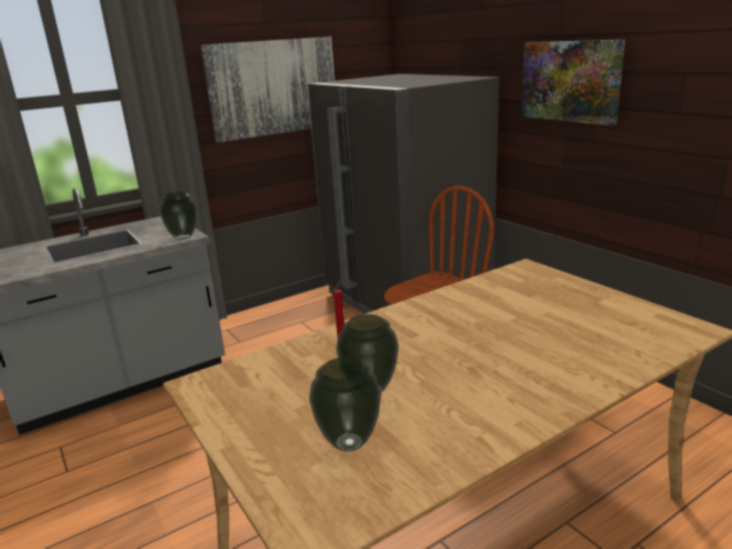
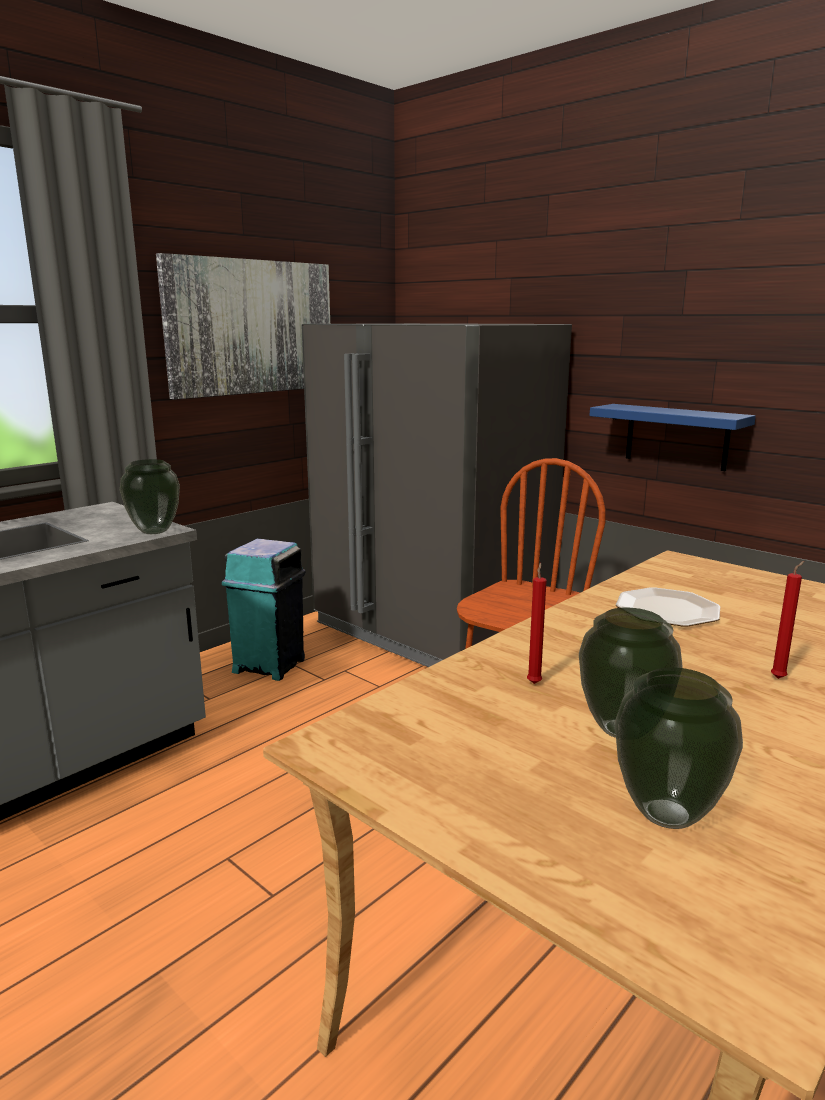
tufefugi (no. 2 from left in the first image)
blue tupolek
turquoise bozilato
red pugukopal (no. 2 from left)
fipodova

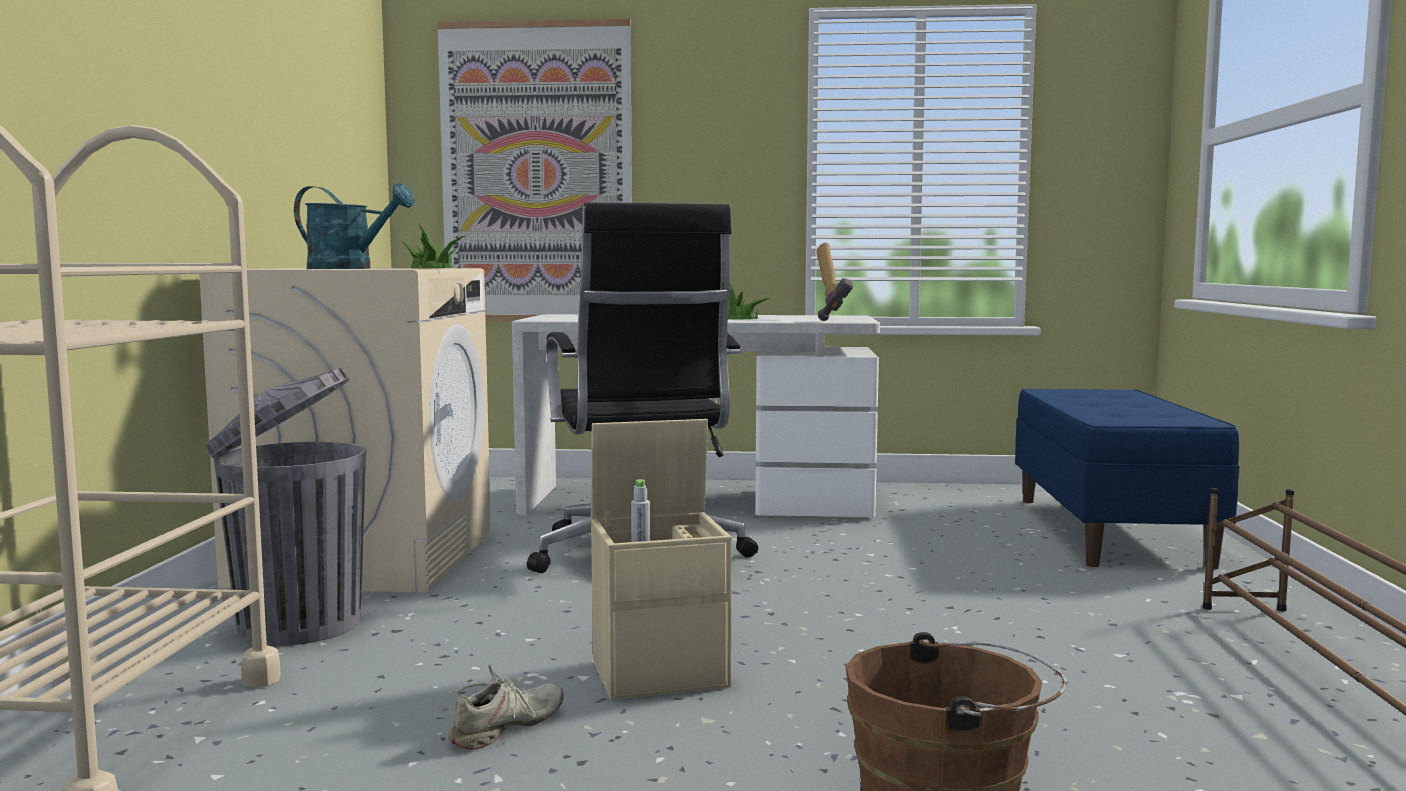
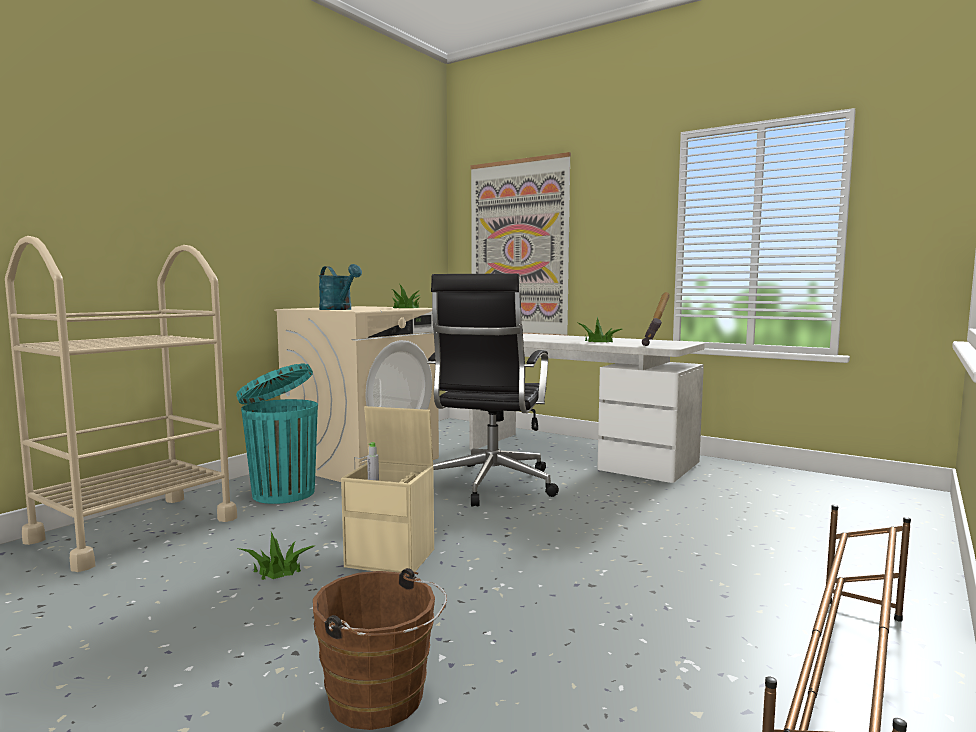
turquoise bozilato
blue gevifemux
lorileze (no. 1 from left)

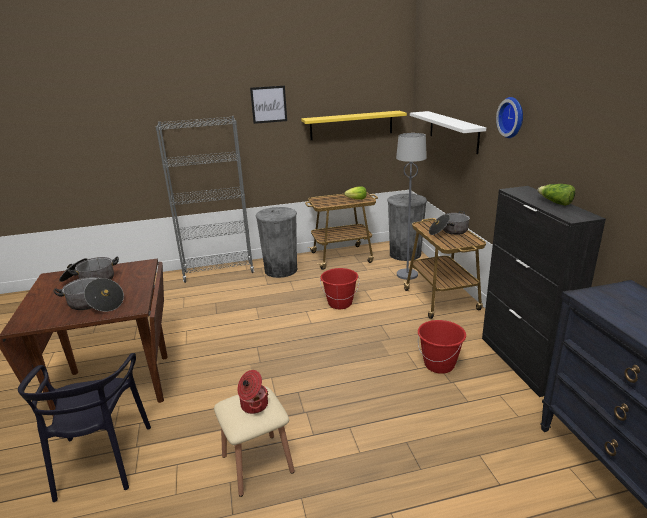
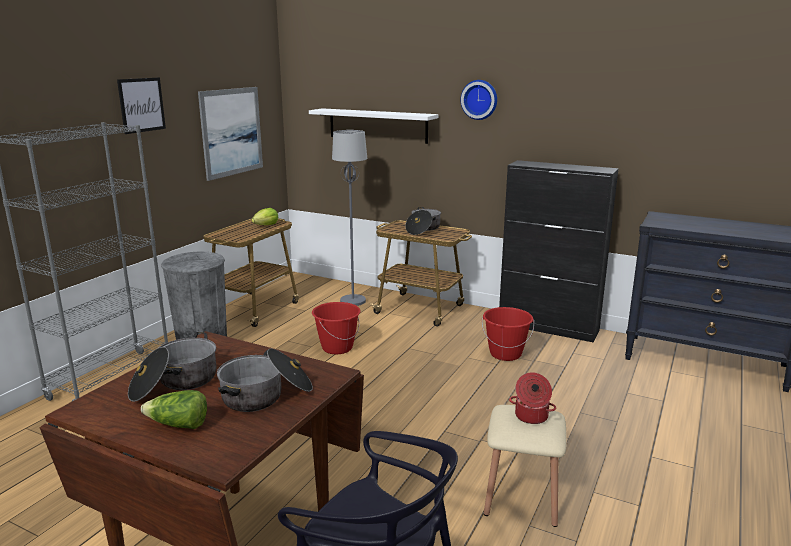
tufefugi (no. 2 from left)
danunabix (no. 1 from left)
grey bozilato (no. 2 from left in the first image)

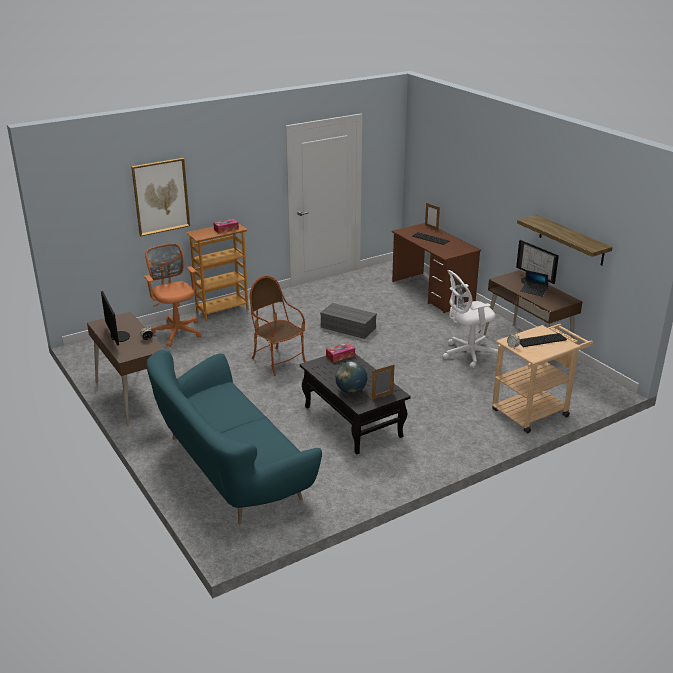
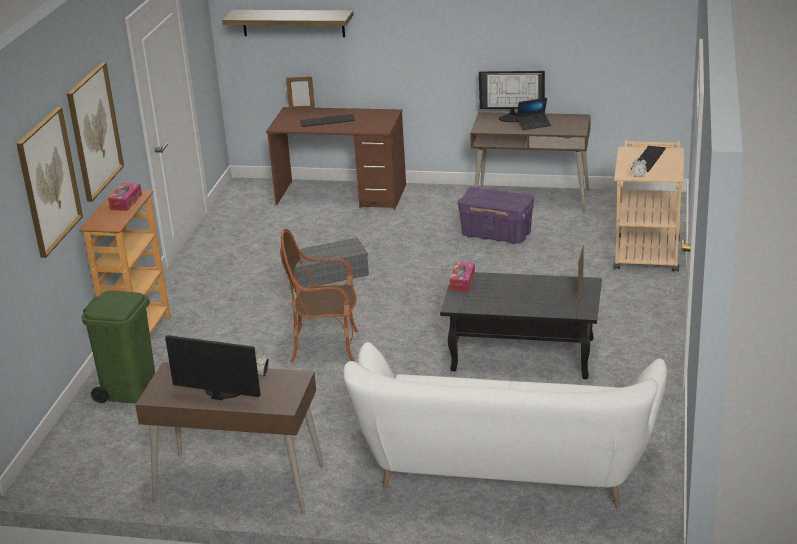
tupolek
green bozilato
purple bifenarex
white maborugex
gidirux
tufefugi (no. 2 from left)

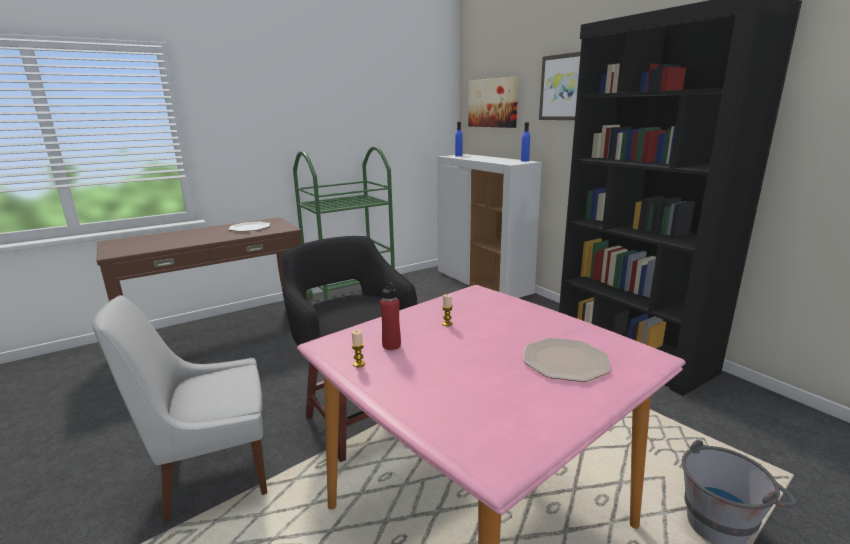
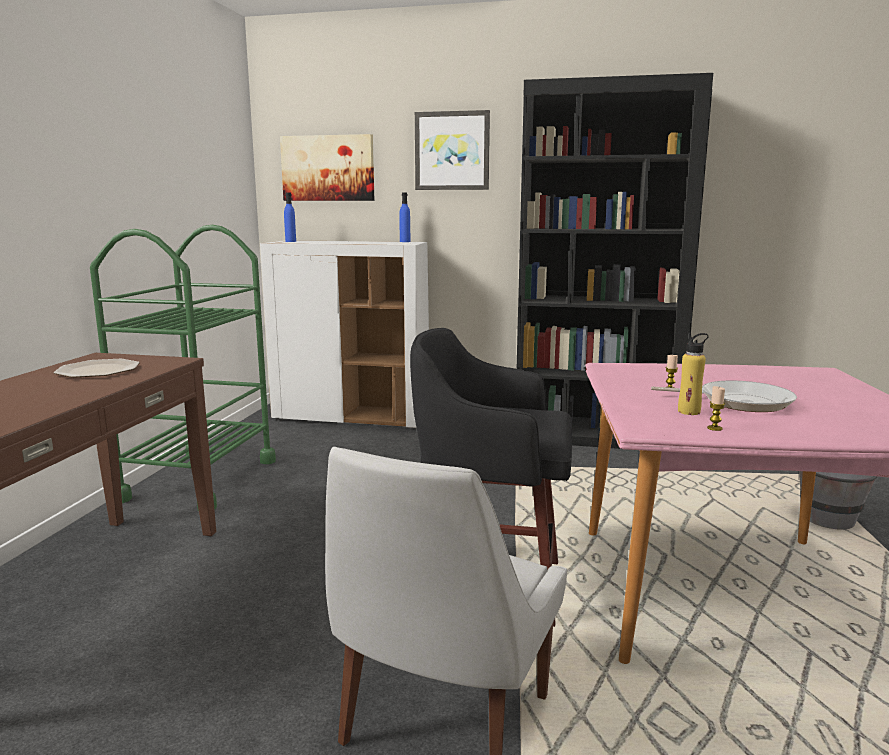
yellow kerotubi
fipodova (no. 2 from left in the first image)
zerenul

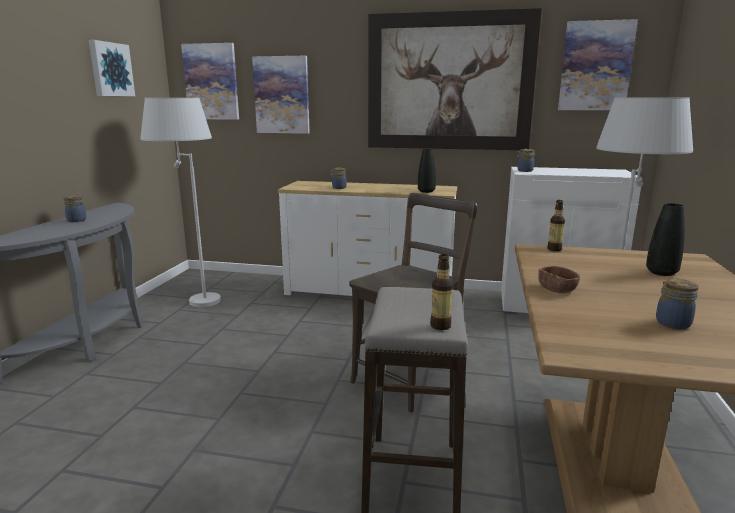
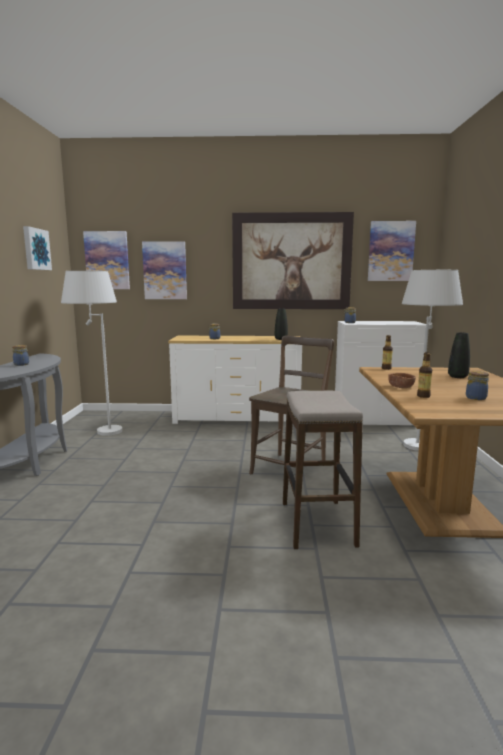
kerotubi (no. 2 from left)

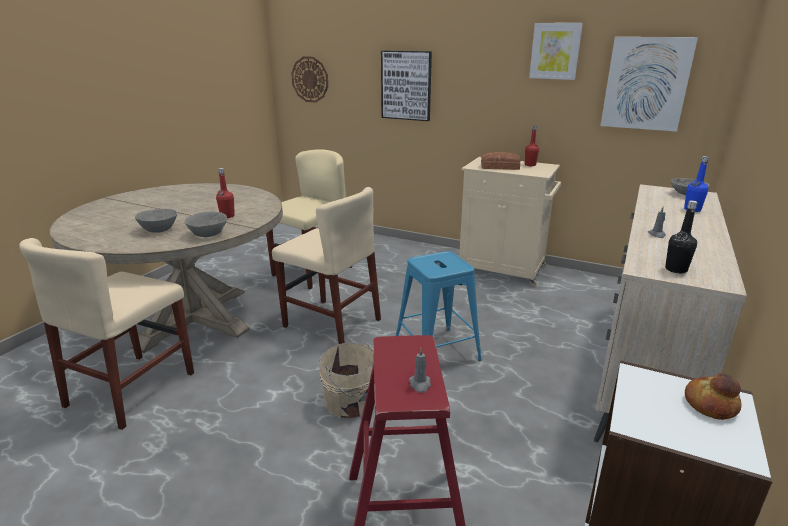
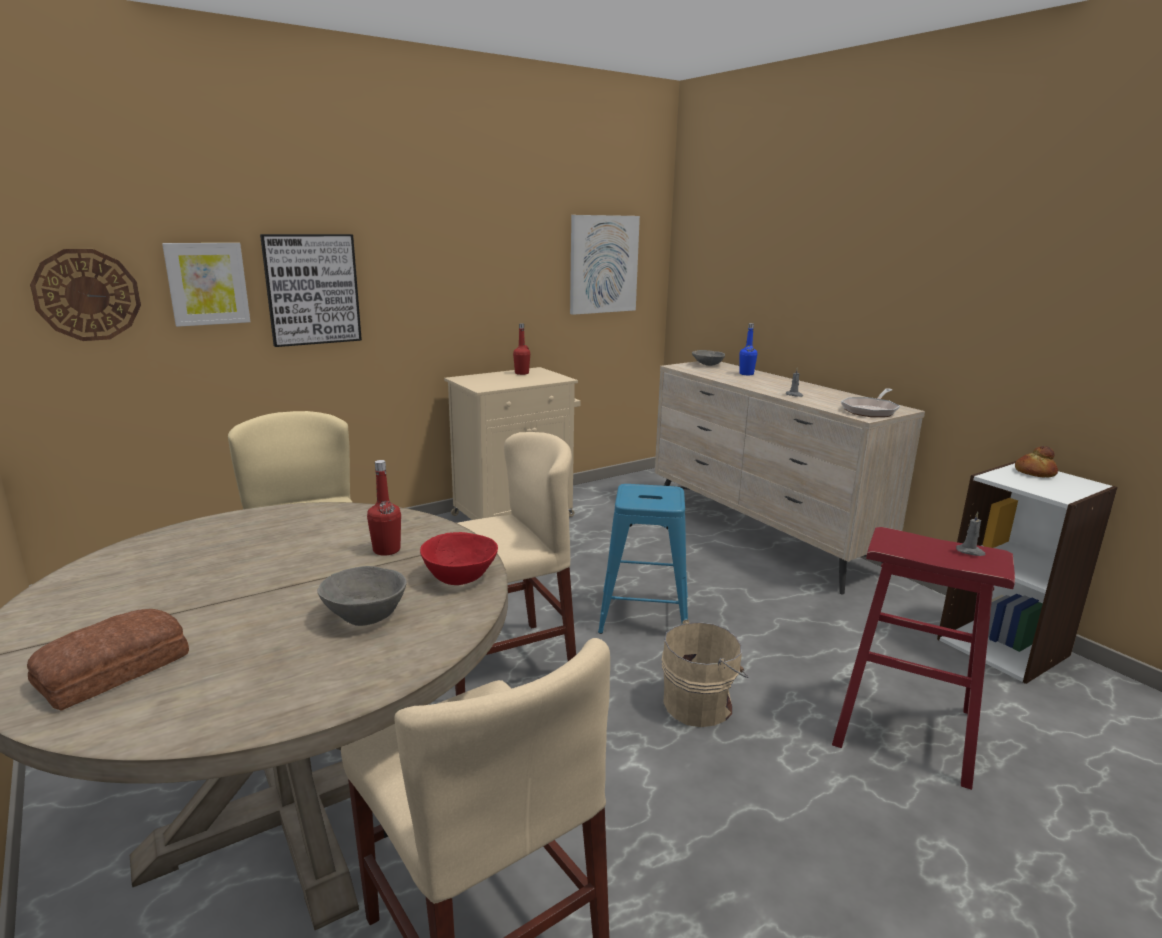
tufefugi (no. 1 from left)
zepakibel (no. 1 from left)
zerenul
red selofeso

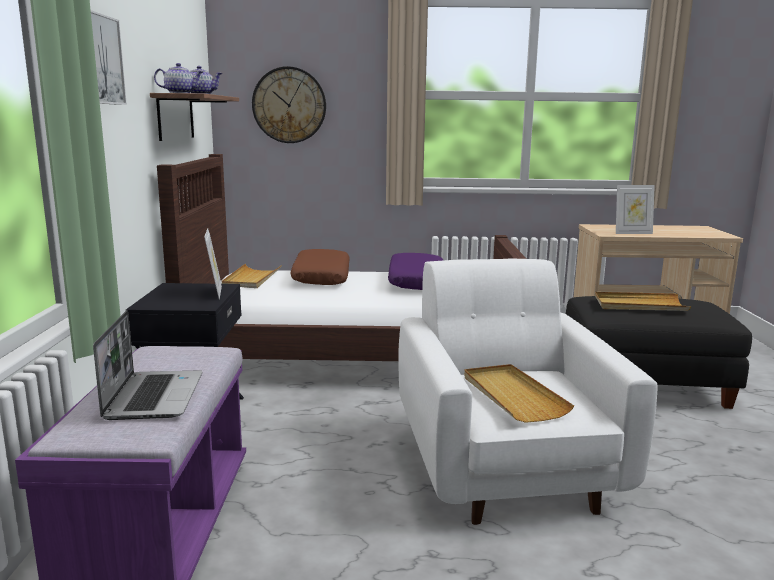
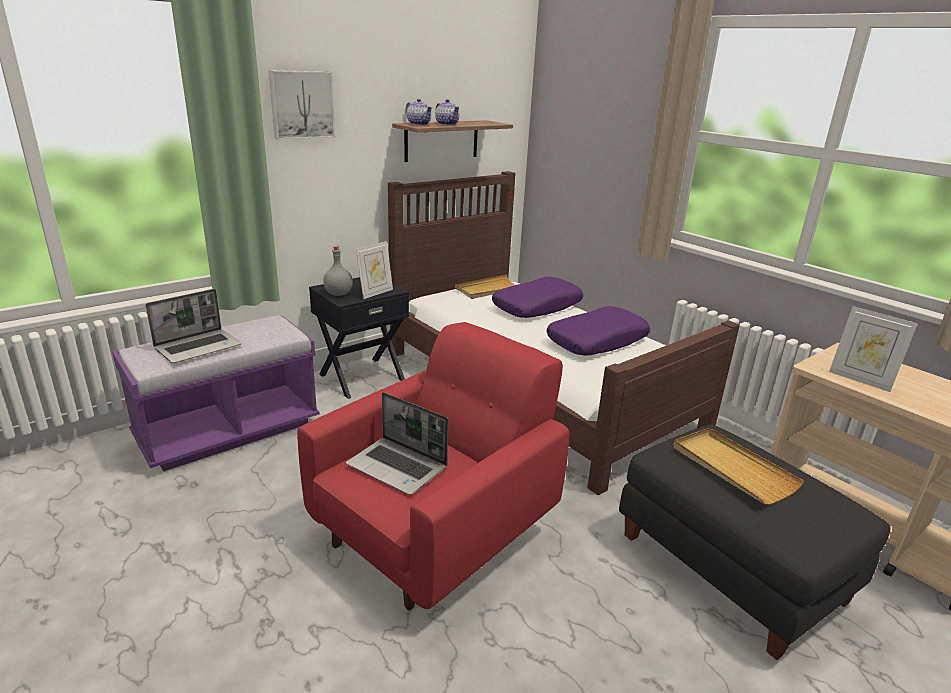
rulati
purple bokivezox (no. 1 from left)
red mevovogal
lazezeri (no. 2 from left)
grey kerotubi

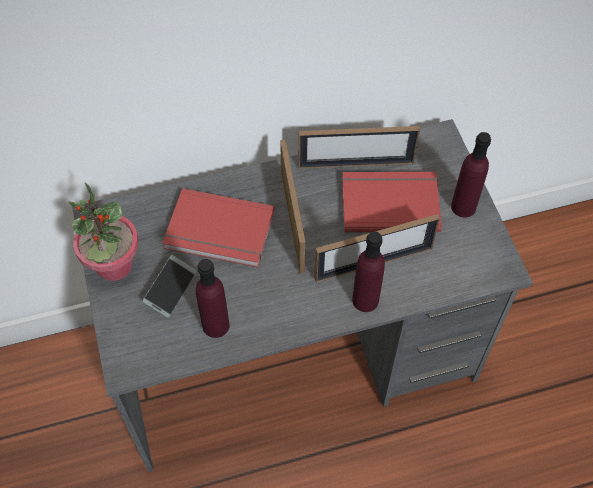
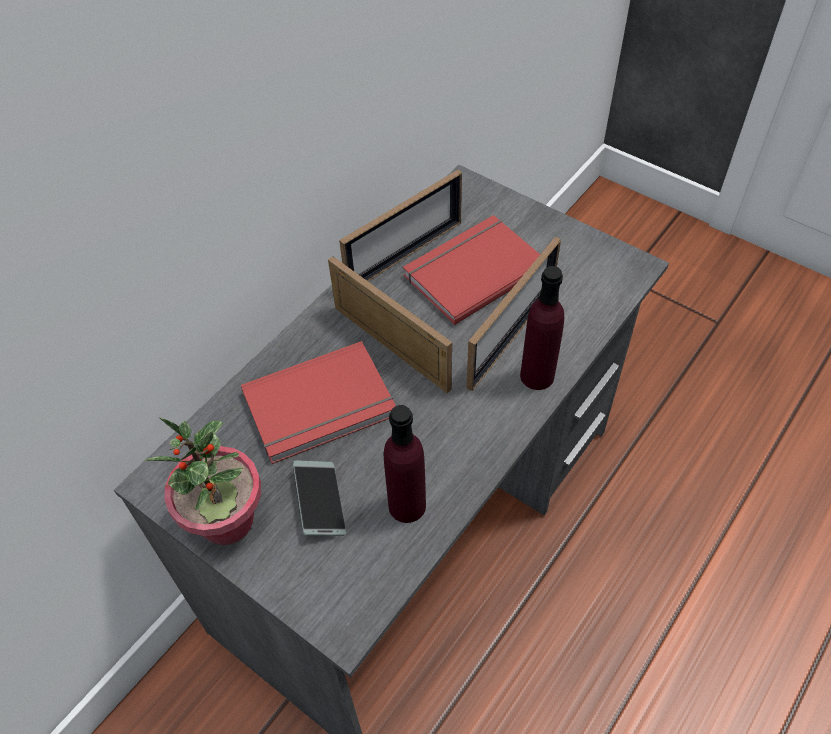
purple kerotubi (no. 3 from left in the first image)

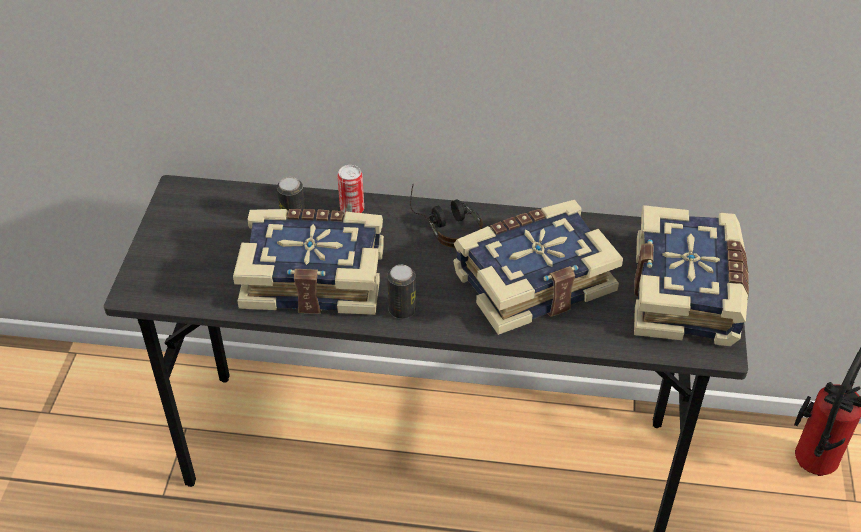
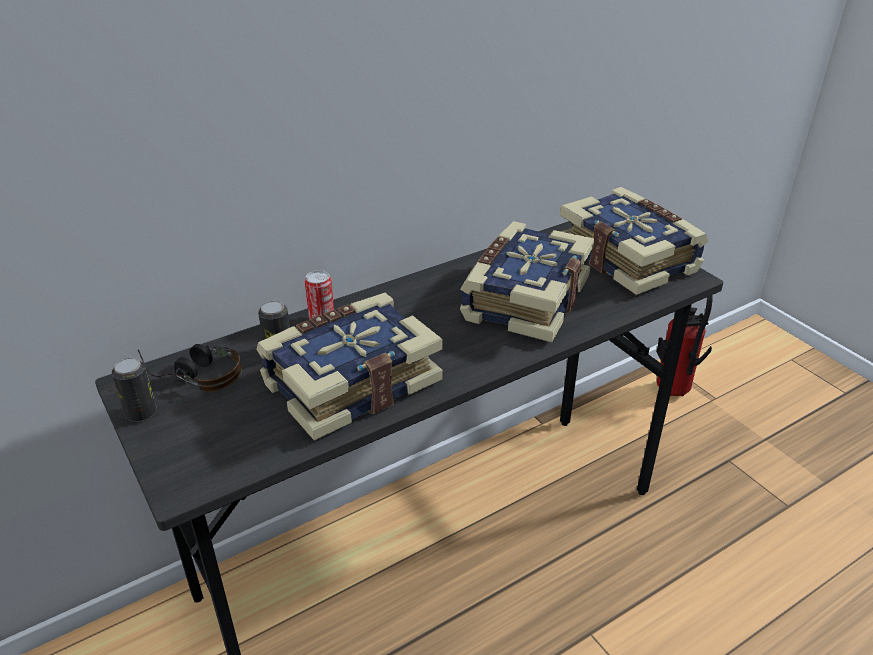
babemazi
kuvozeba (no. 1 from left)

